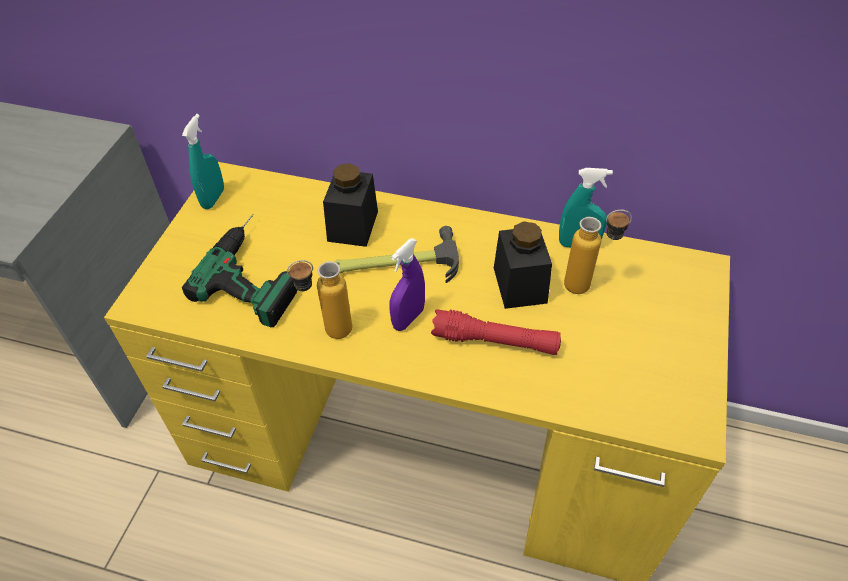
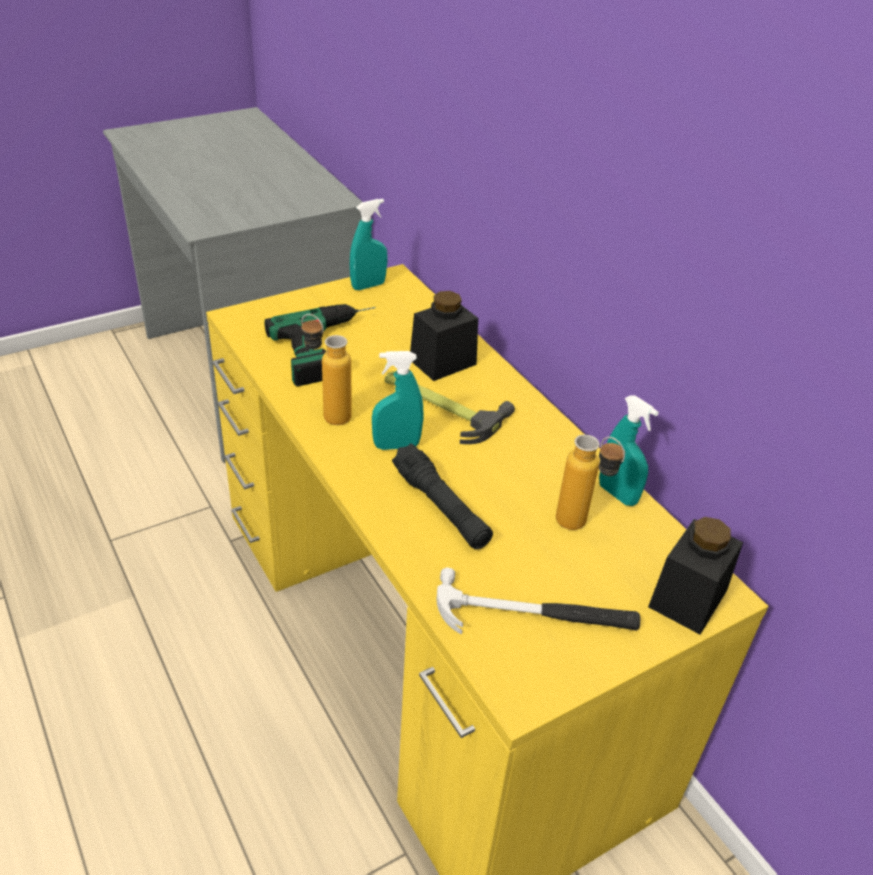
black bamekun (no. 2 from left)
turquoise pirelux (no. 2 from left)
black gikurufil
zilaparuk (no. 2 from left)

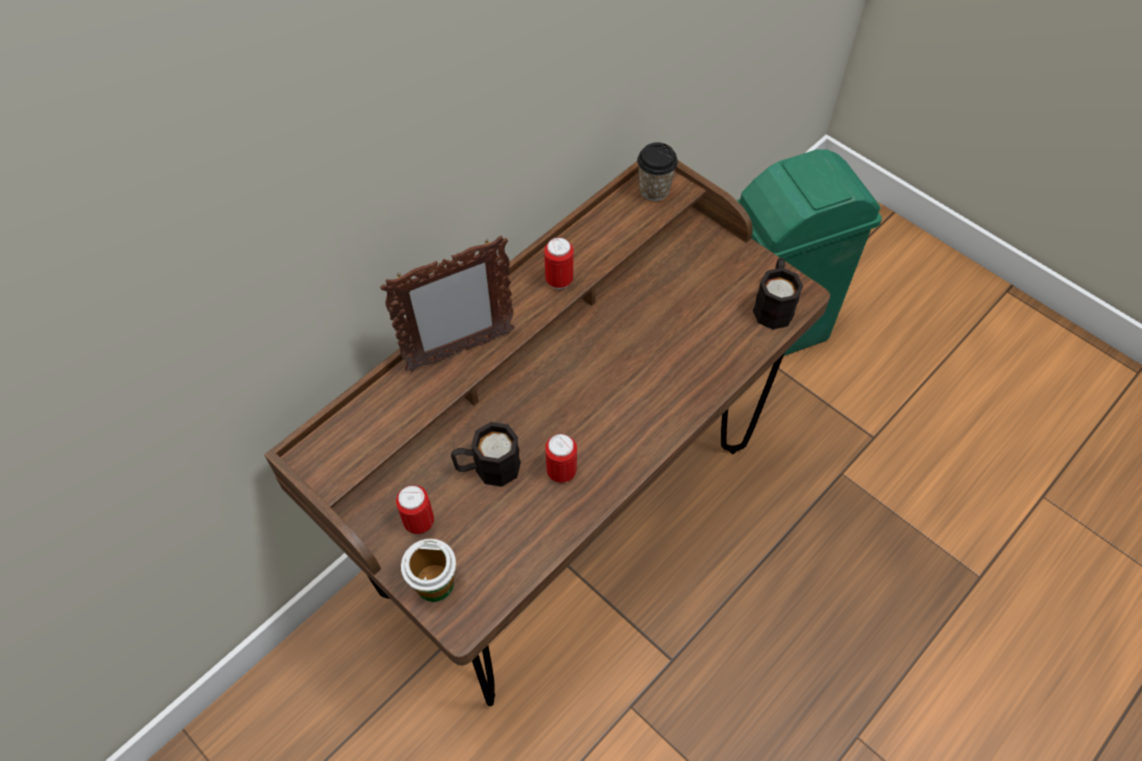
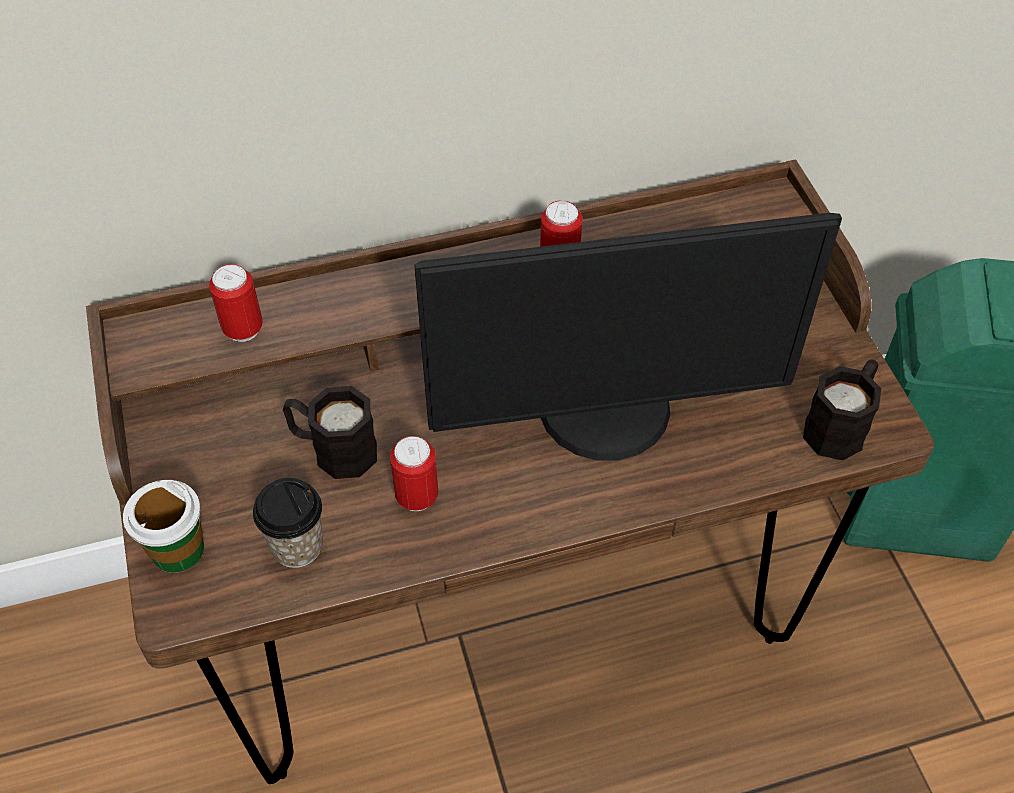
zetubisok (no. 2 from left)
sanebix
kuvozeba (no. 1 from left)
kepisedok

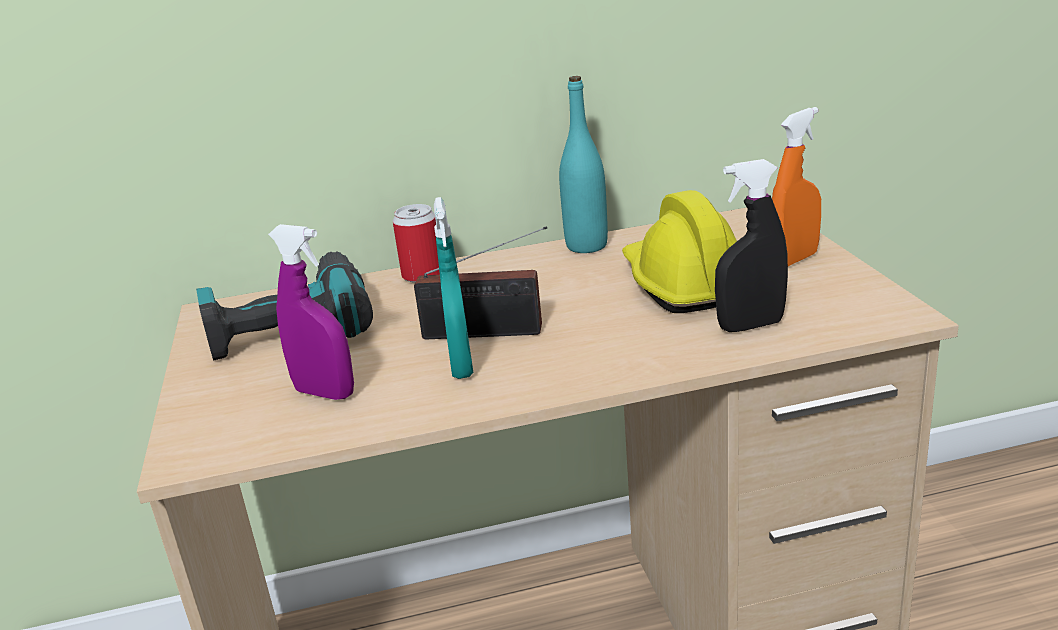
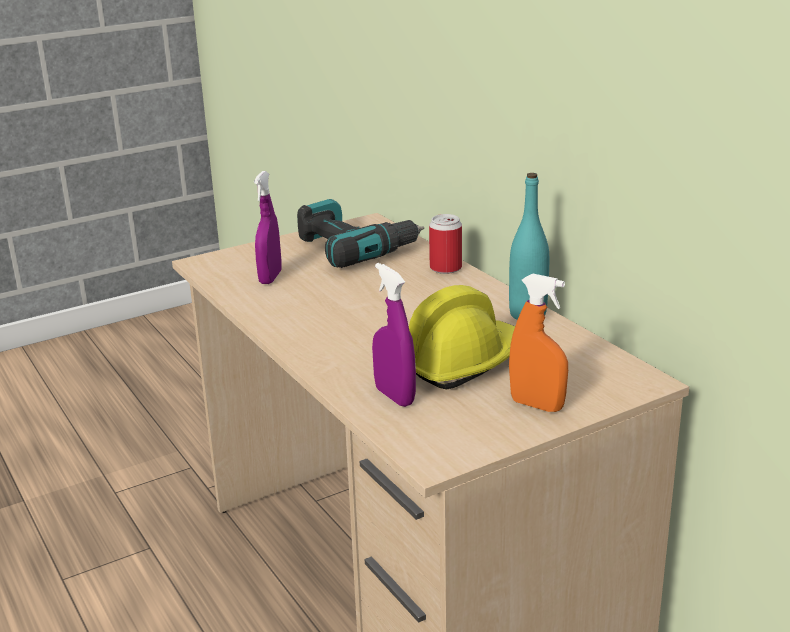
purple pirelux (no. 2 from left)
turquoise pirelux
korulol

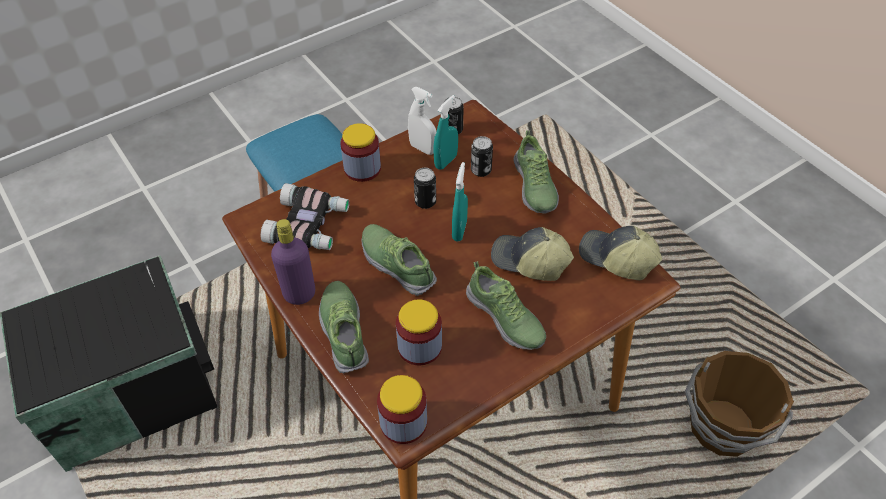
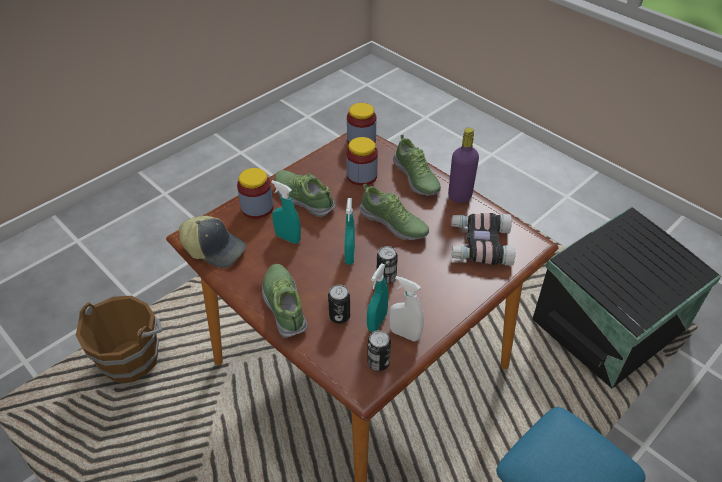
bamekun (no. 1 from left)
turquoise pirelux (no. 1 from left)

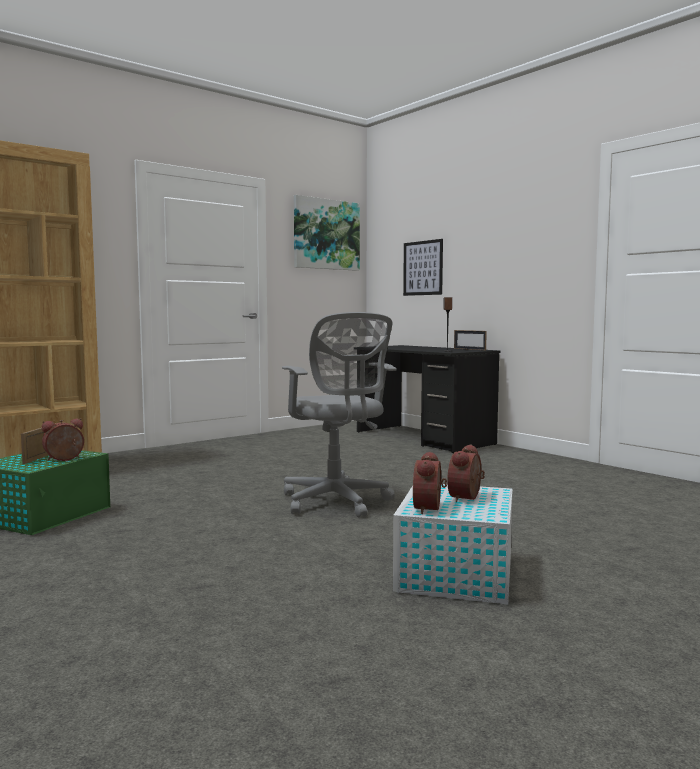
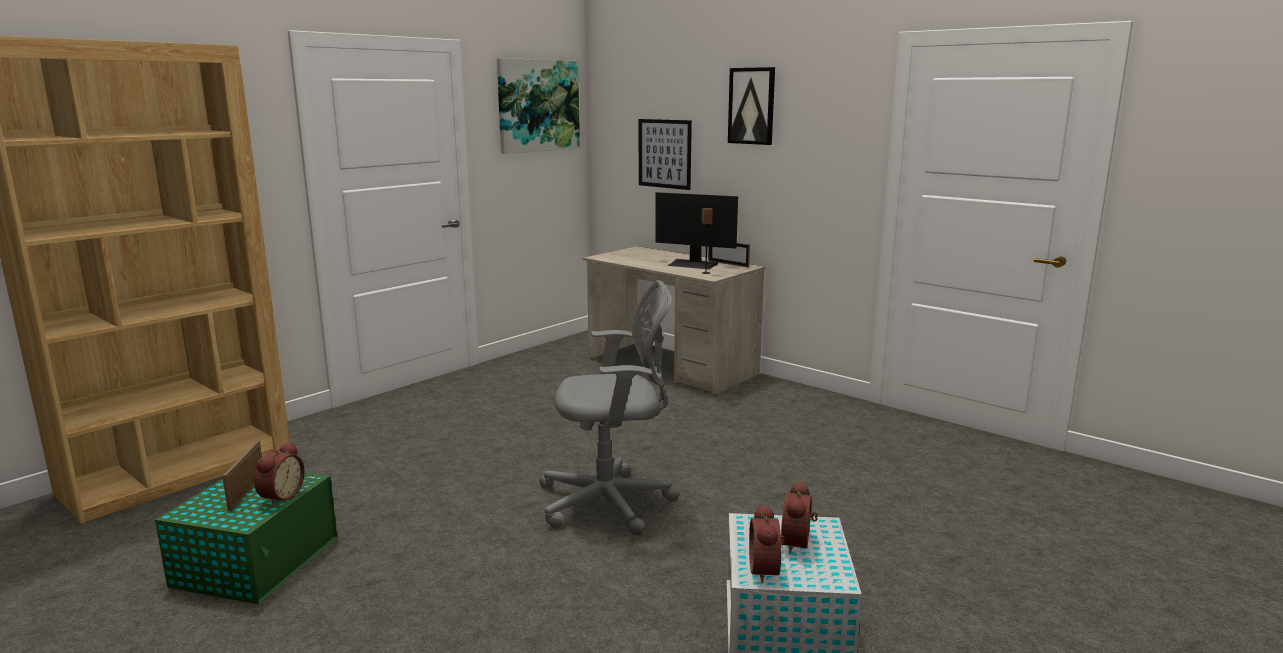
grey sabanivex
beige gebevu
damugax (no. 1 from left)
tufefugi (no. 3 from left)
kepisedok

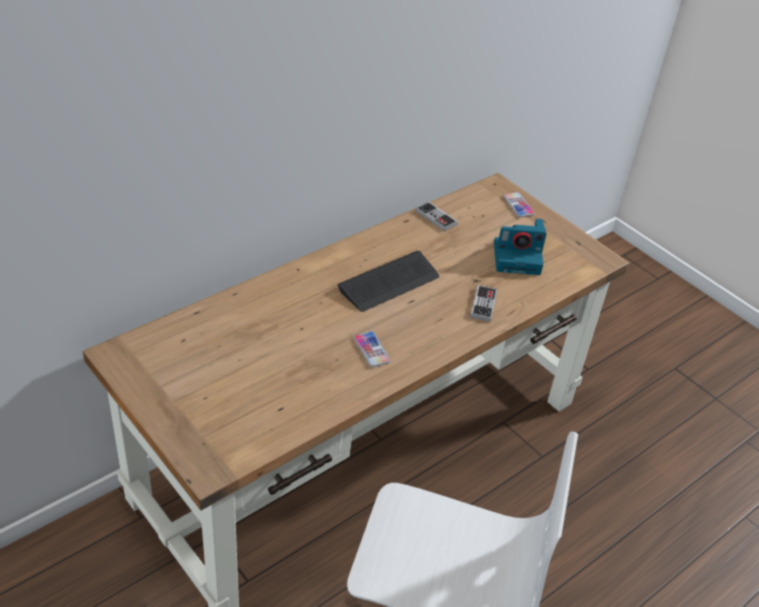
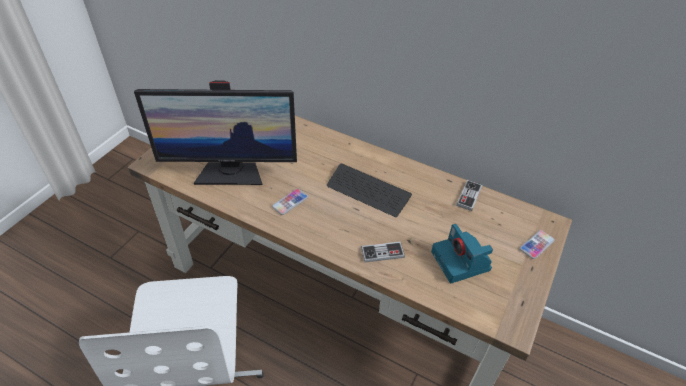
kepisedok

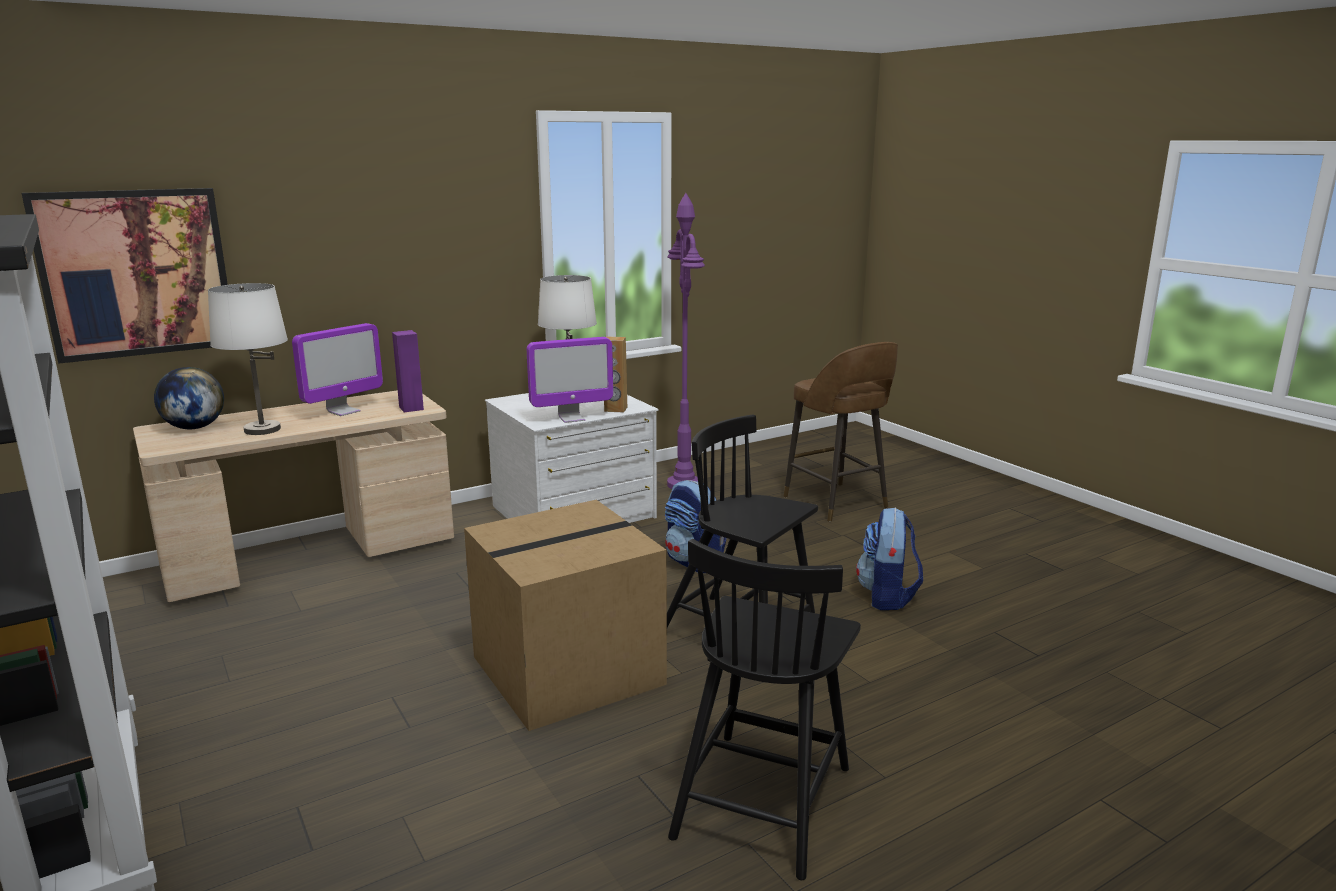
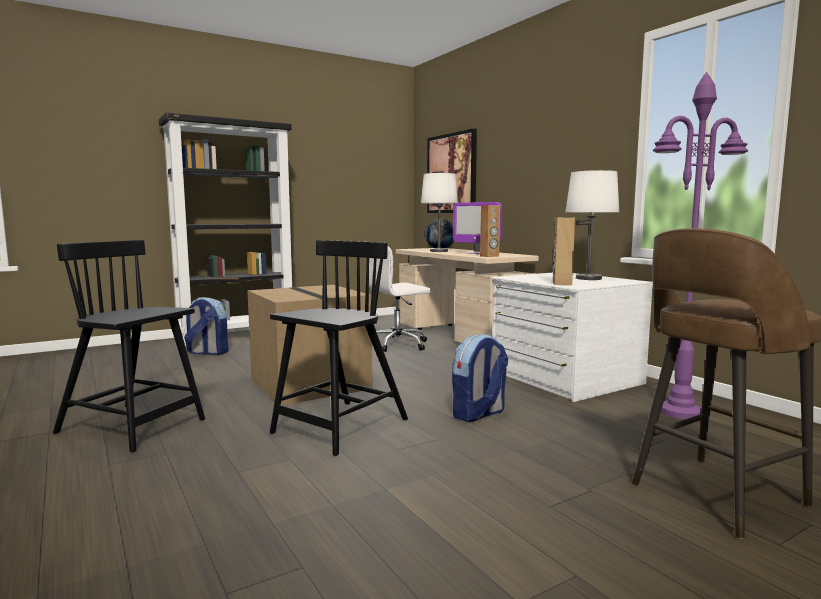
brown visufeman (no. 1 from left)
kepisedok (no. 2 from left in the first image)
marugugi (no. 1 from left)
white sabanivex

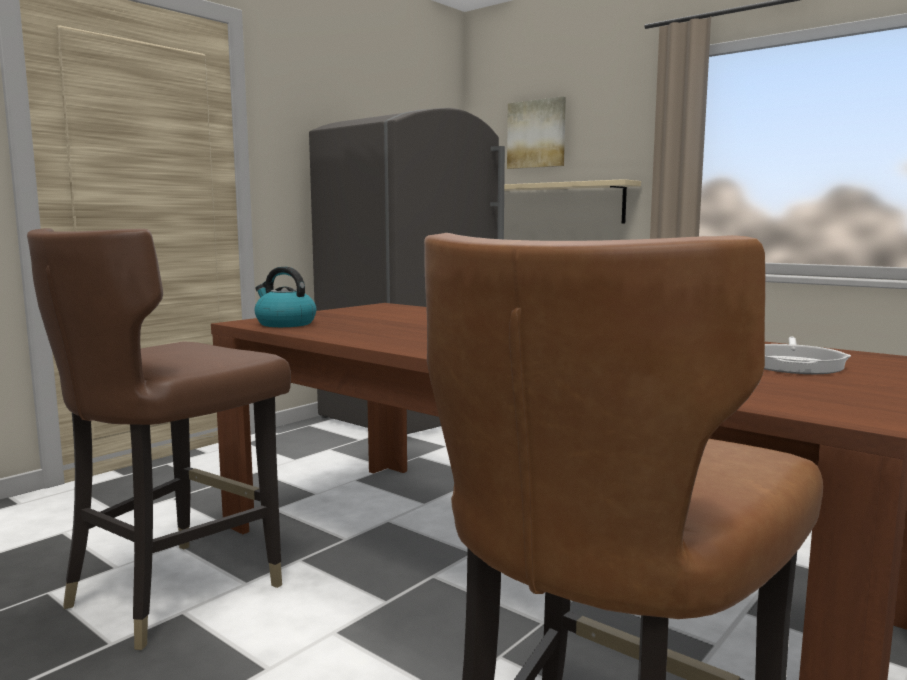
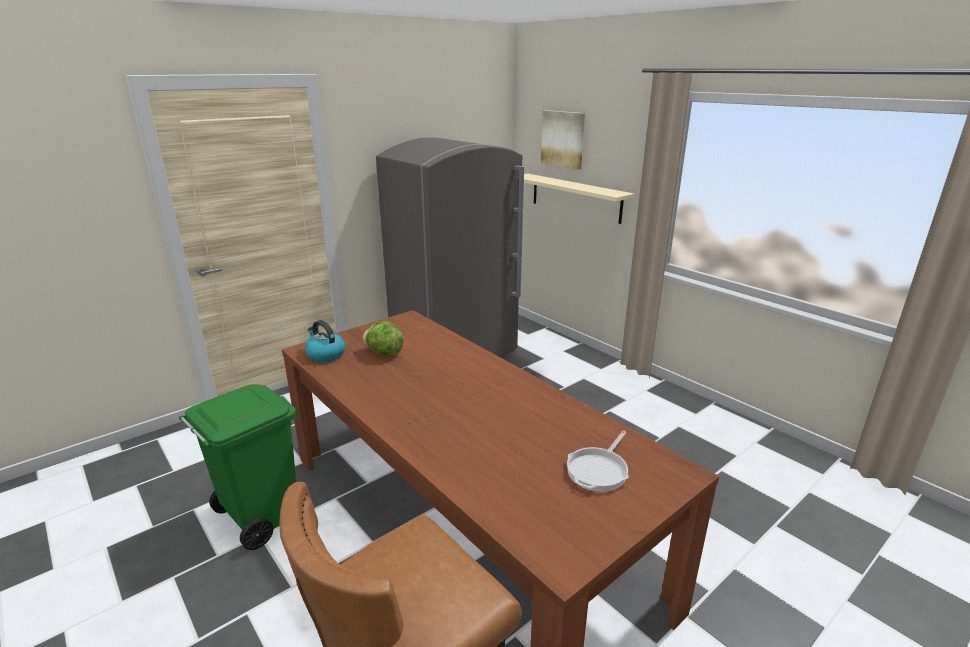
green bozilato
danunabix

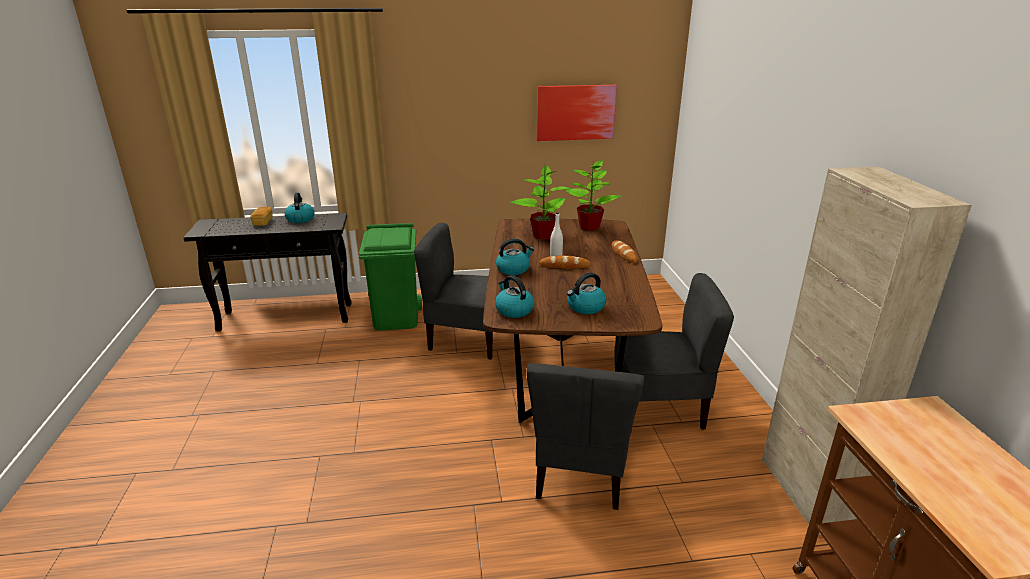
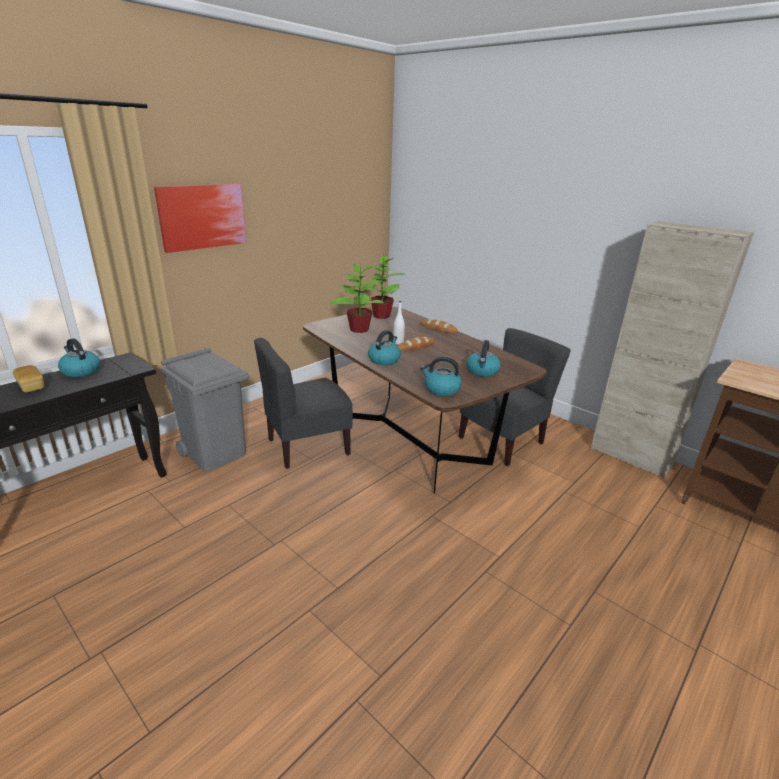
tufefugi
grey bozilato
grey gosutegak (no. 2 from left in the first image)

